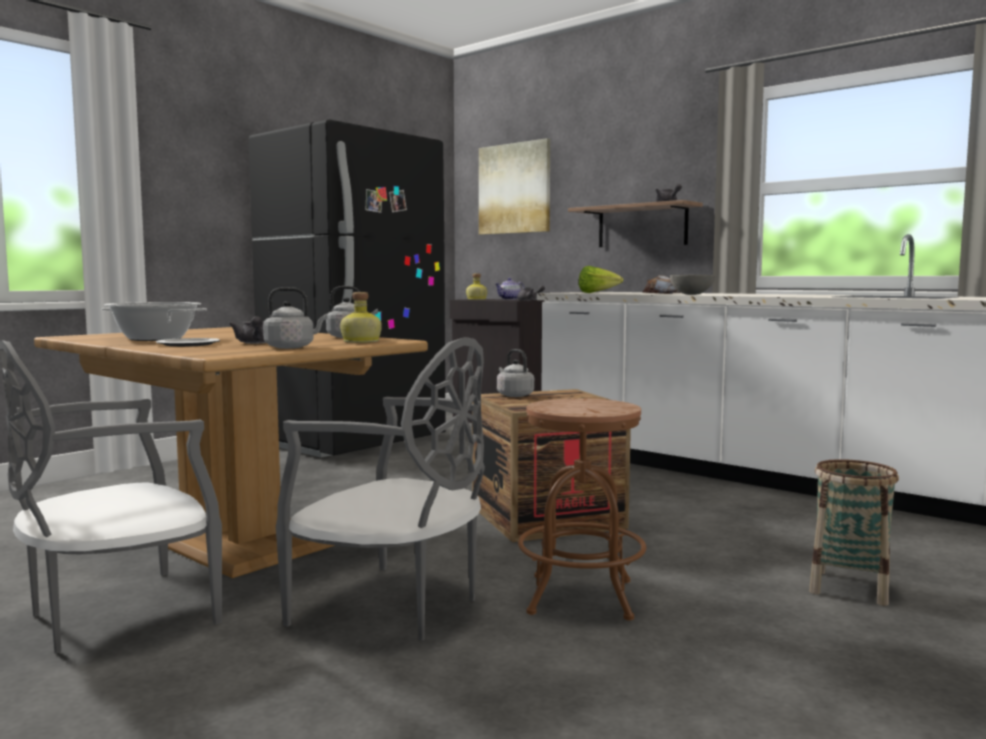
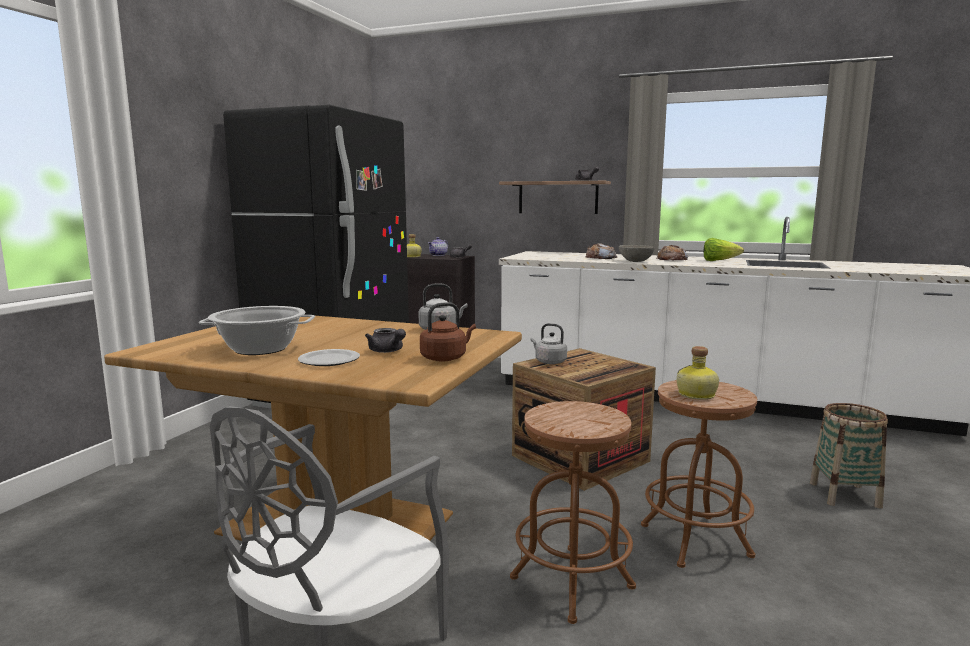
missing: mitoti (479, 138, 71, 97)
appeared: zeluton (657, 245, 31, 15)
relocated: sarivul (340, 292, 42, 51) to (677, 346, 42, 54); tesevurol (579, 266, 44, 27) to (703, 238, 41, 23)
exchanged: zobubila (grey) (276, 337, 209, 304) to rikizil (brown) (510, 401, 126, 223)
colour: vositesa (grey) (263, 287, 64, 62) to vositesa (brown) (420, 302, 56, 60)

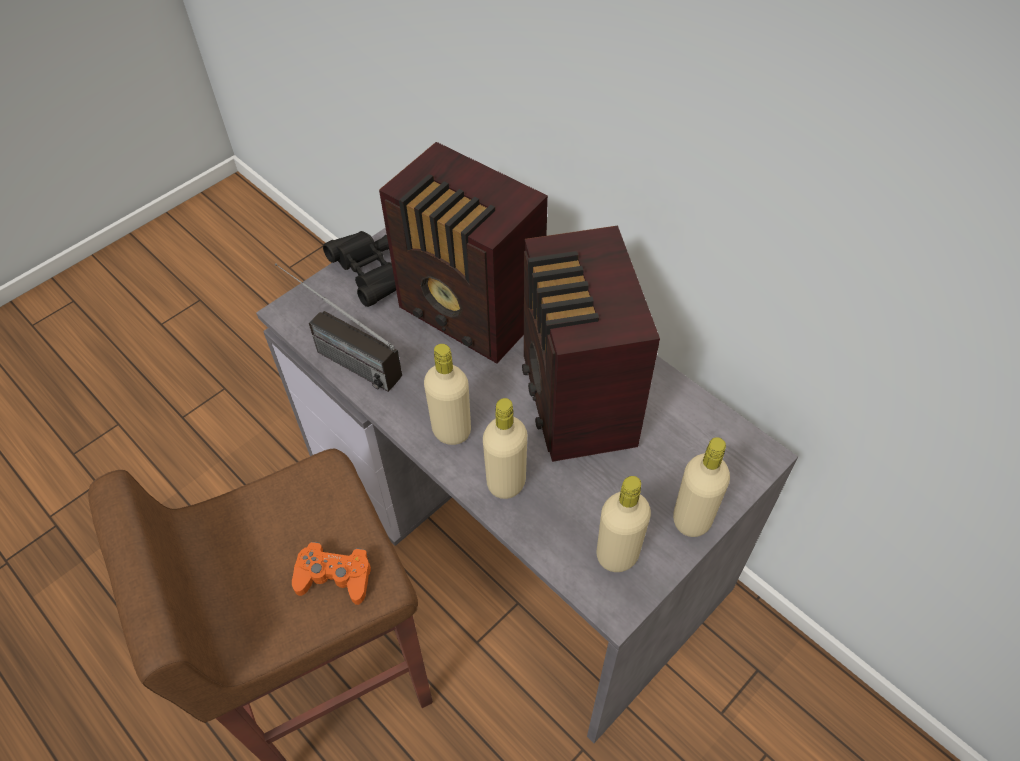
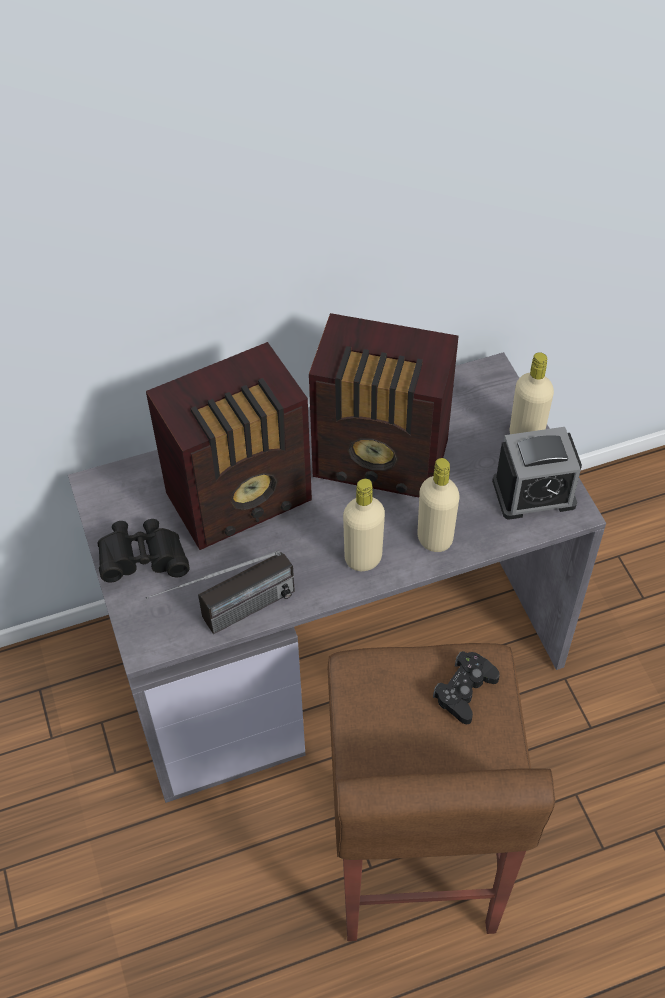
exchanged: sarivul (beige) (596, 476, 55, 96) to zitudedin (492, 427, 90, 93)
colour: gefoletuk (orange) (292, 542, 79, 63) to gefoletuk (black) (433, 651, 67, 74)

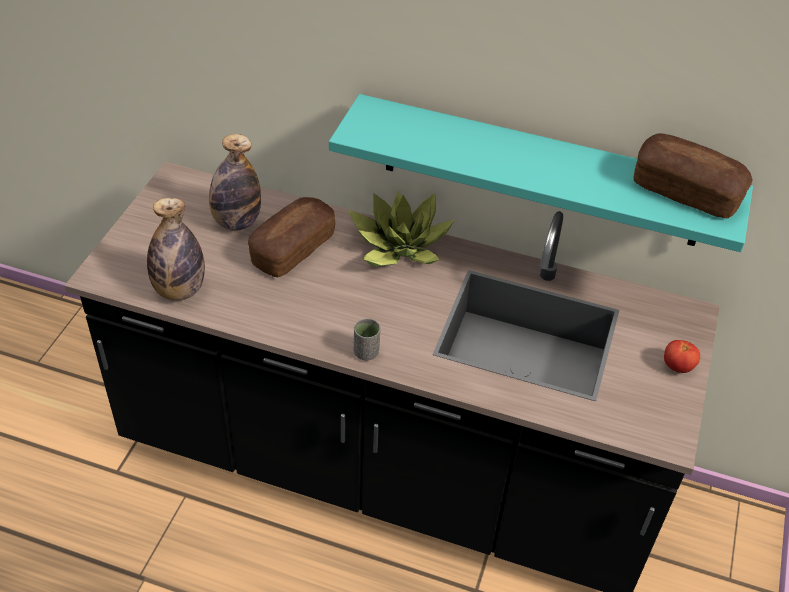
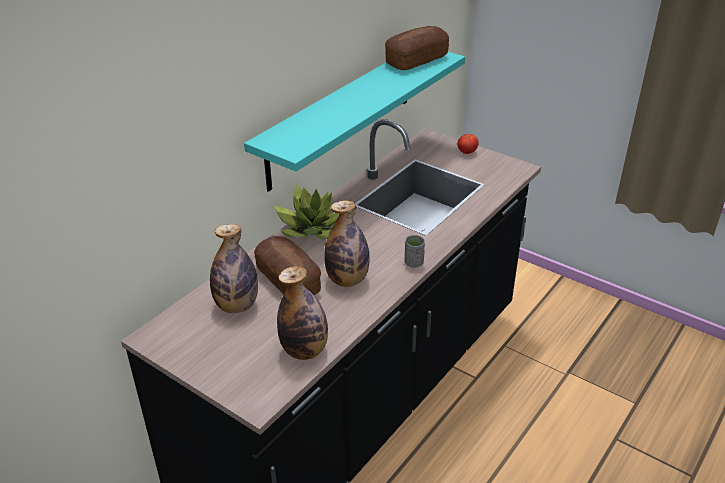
appeared: sarivul (324, 200, 46, 87)

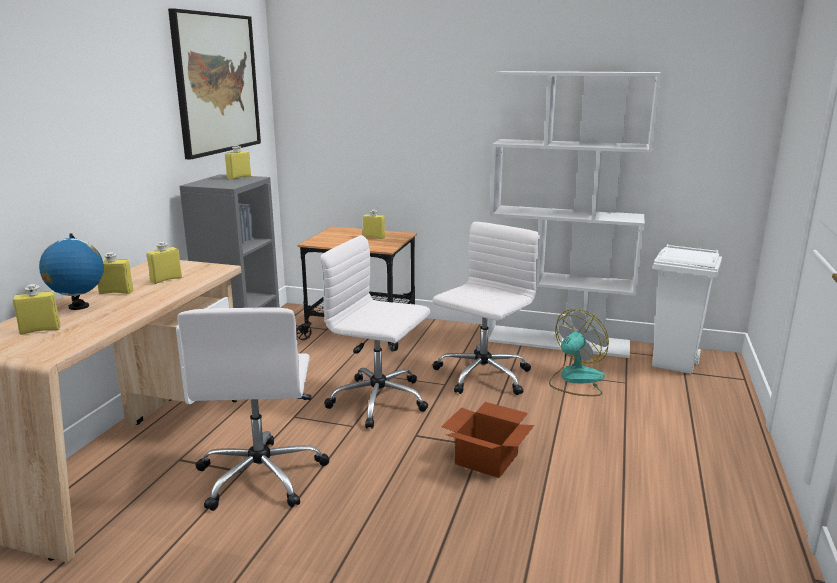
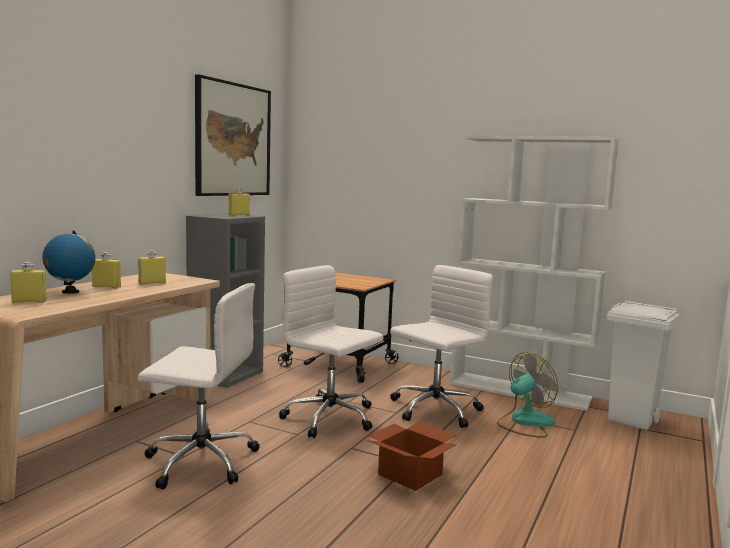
missing: sarivul (yellow) (363, 210, 22, 29)
spun: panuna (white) (177, 308, 152, 203) = (138, 283, 122, 207) 90 degrees counterclockwise

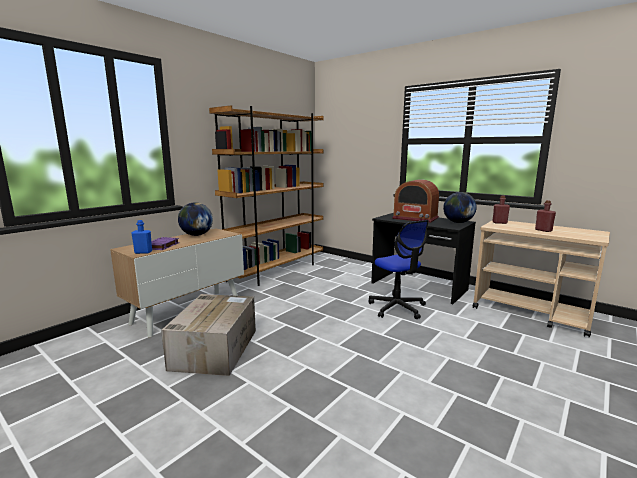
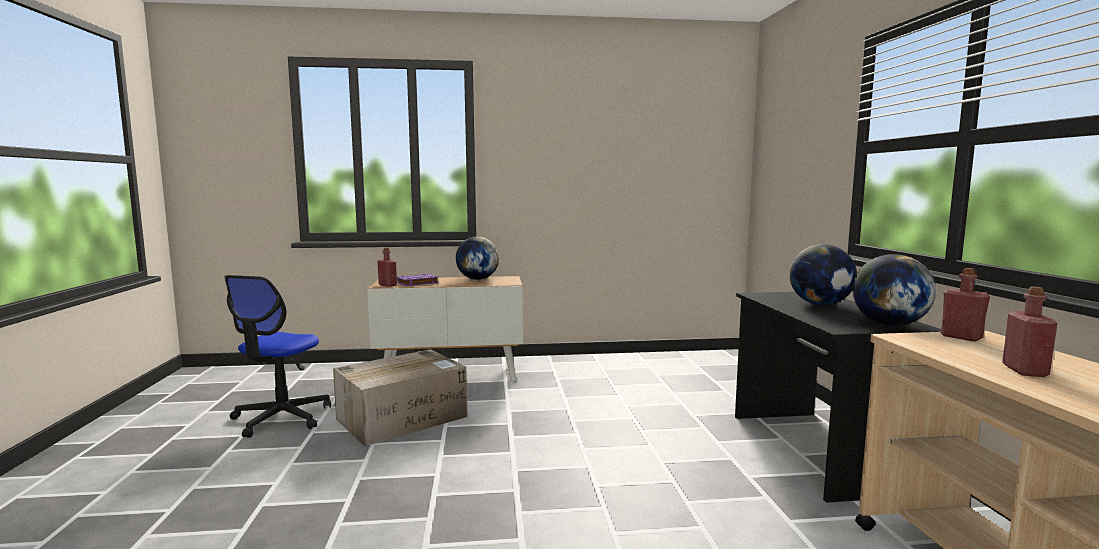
missing: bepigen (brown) (209, 105, 115, 181)
relocated: panuna (369, 220, 60, 99) to (225, 275, 106, 163)
exchanged: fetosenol (392, 179, 47, 44) to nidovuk (789, 244, 68, 61)
colour: sarivul (blue) (131, 220, 21, 34) to sarivul (red) (377, 247, 20, 40)

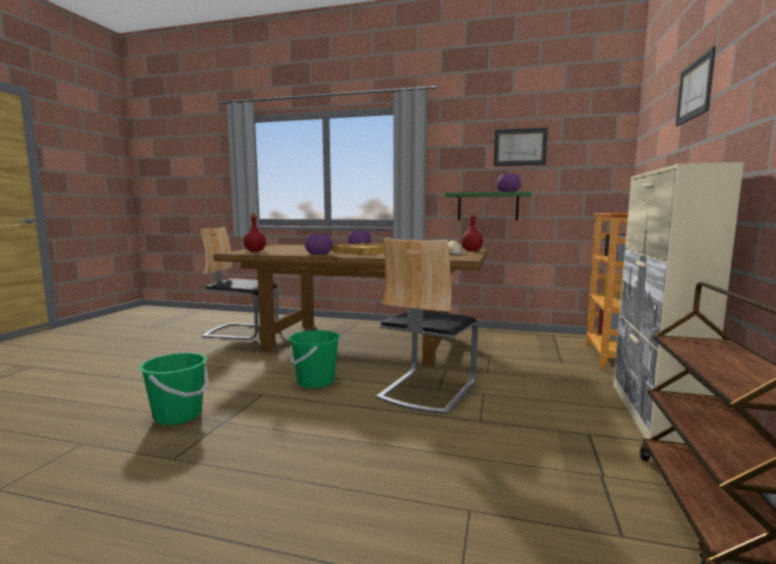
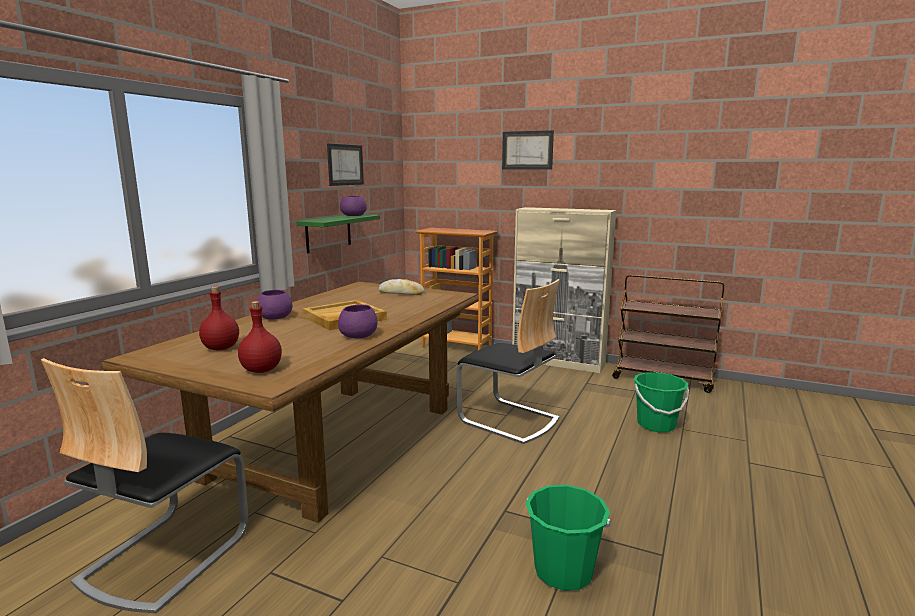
relocated: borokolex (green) (289, 330, 51, 59) to (634, 372, 55, 60); sarivul (red) (461, 213, 22, 38) to (199, 286, 40, 64)

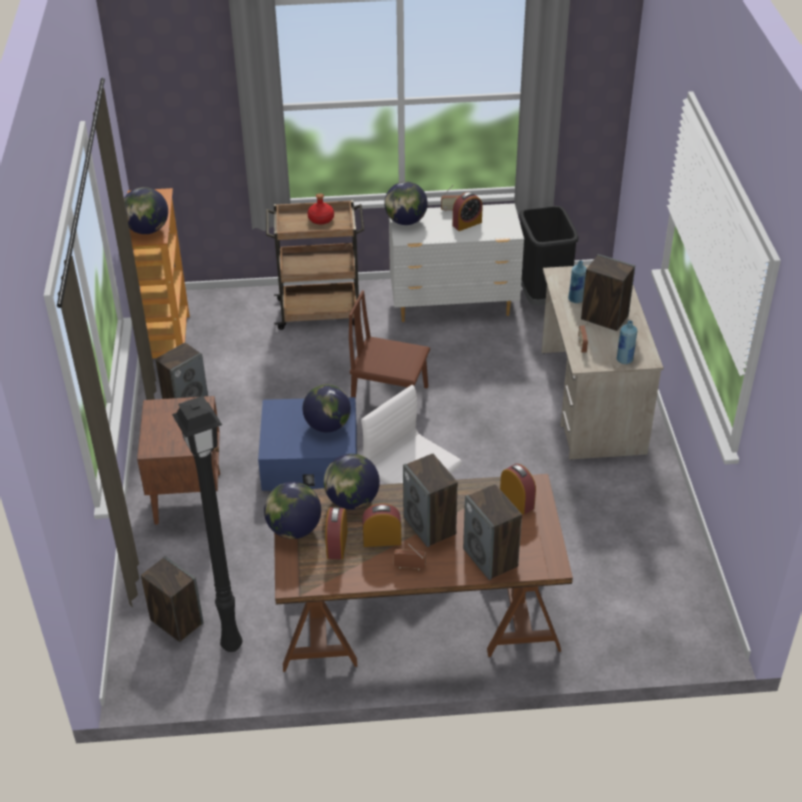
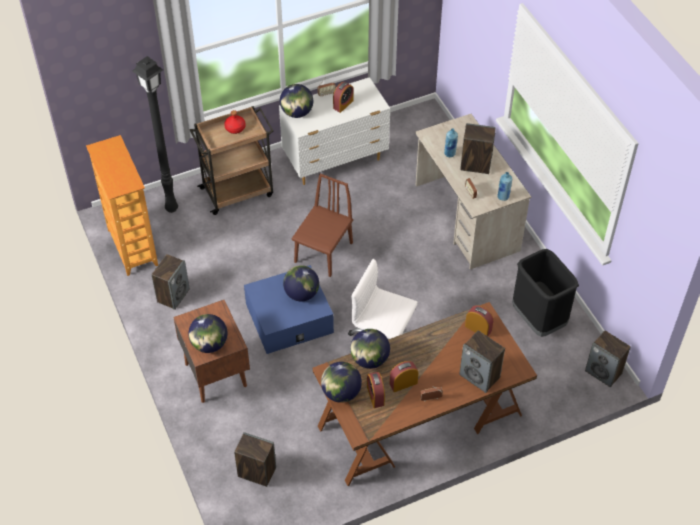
relocated: nidovuk (124, 187, 44, 47) to (188, 314, 40, 39); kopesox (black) (172, 396, 70, 256) to (132, 56, 46, 157); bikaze (403, 454, 55, 93) to (585, 330, 46, 57); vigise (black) (519, 206, 60, 100) to (512, 249, 67, 88)
spun: zobubila (brown) (349, 291, 81, 109) = (292, 173, 61, 104) 120 degrees clockwise

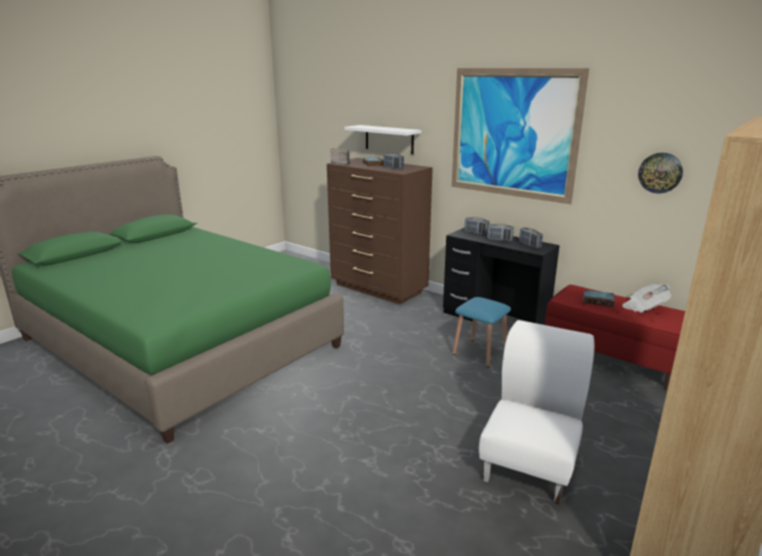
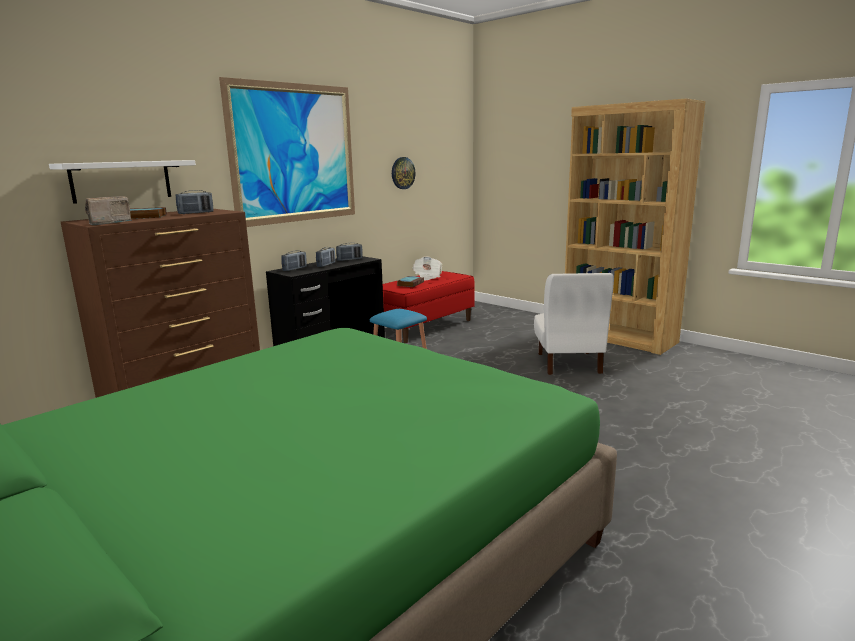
spun: zobubila (white) (479, 320, 115, 184) = (534, 273, 80, 102) 120 degrees counterclockwise

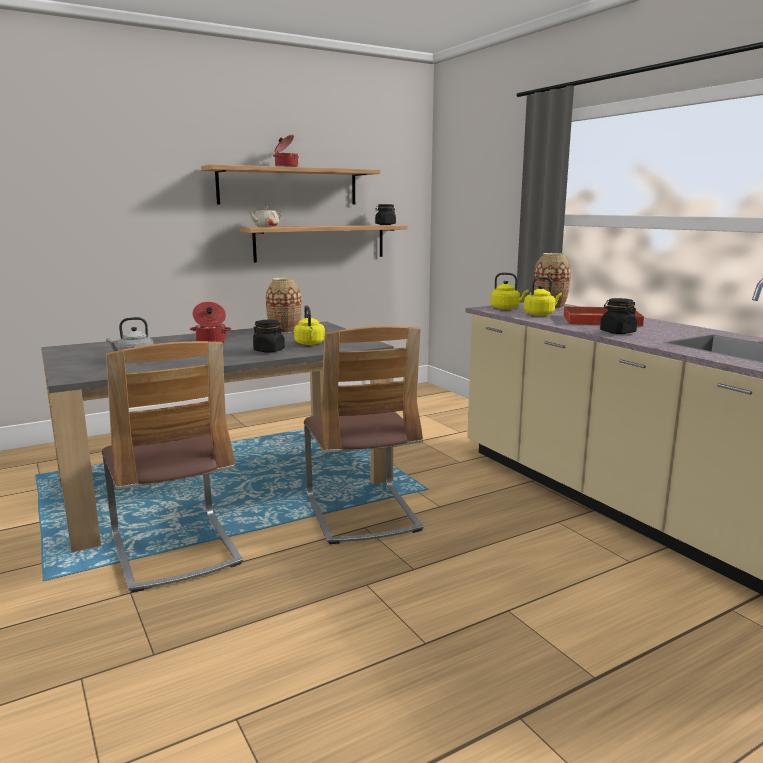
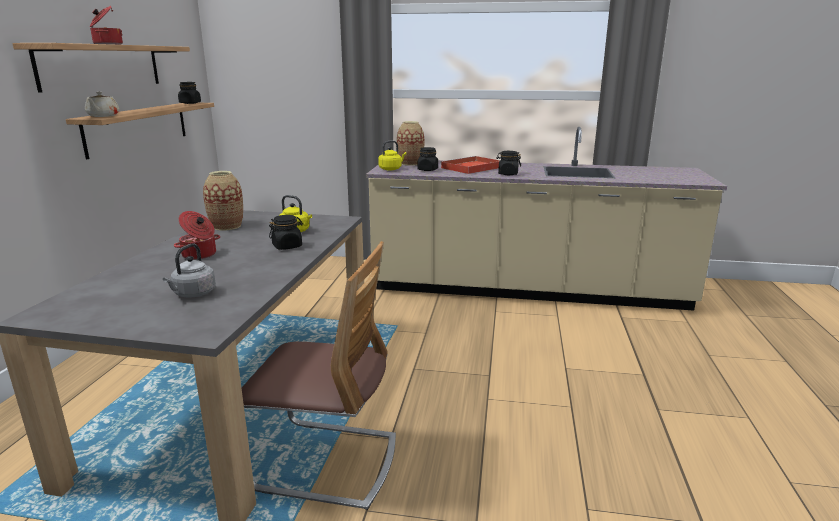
missing: zobubila (304, 326, 120, 218)
exchanged: vositesa (yellow) (524, 277, 38, 39) to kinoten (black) (417, 147, 21, 24)

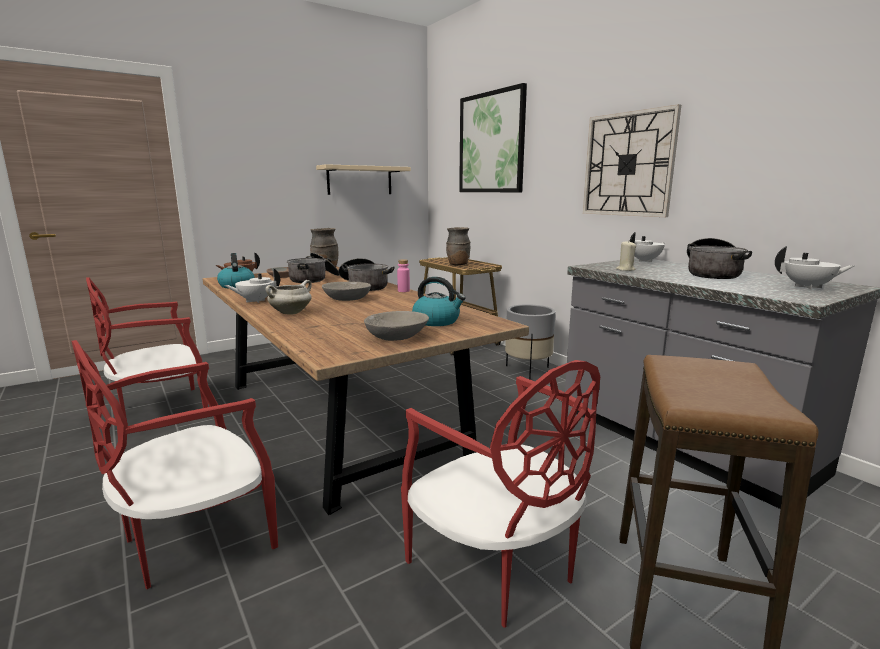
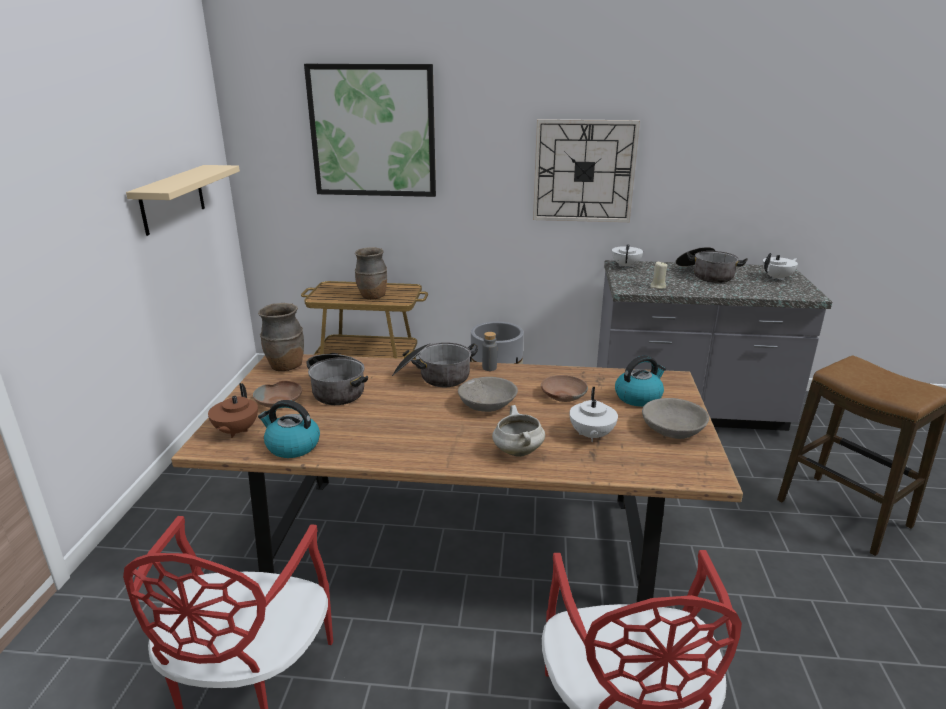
missing: zobubila (red) (401, 360, 199, 268)
appeared: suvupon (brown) (541, 375, 47, 27)
relocated: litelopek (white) (224, 268, 56, 35) to (569, 387, 49, 55)
colour: sarivul (pink) (397, 259, 13, 33) to sarivul (grey) (482, 332, 15, 39)

